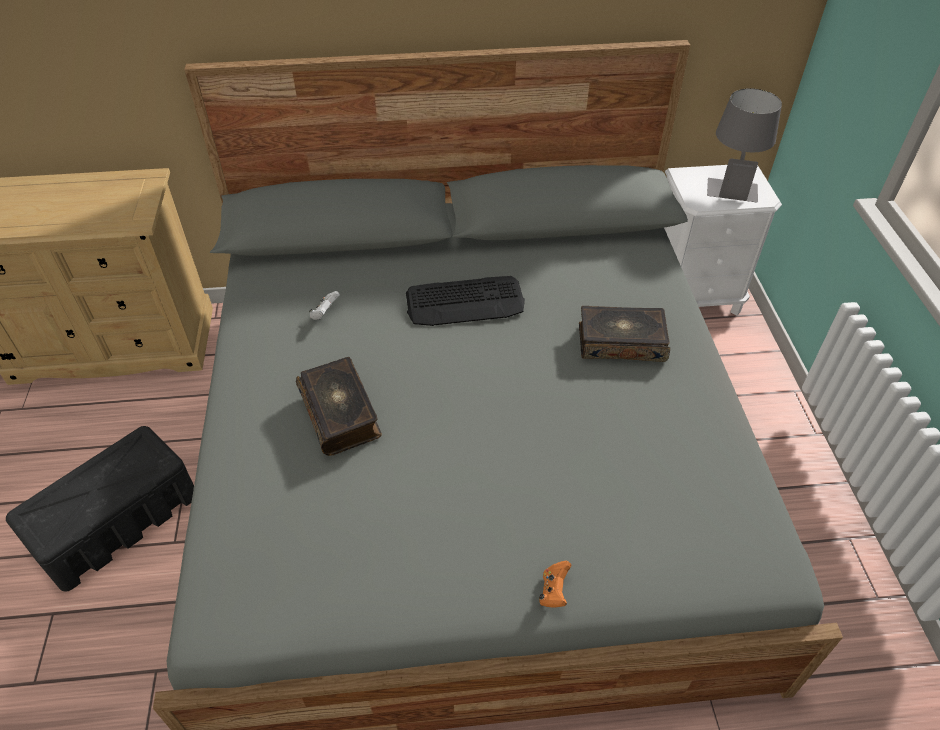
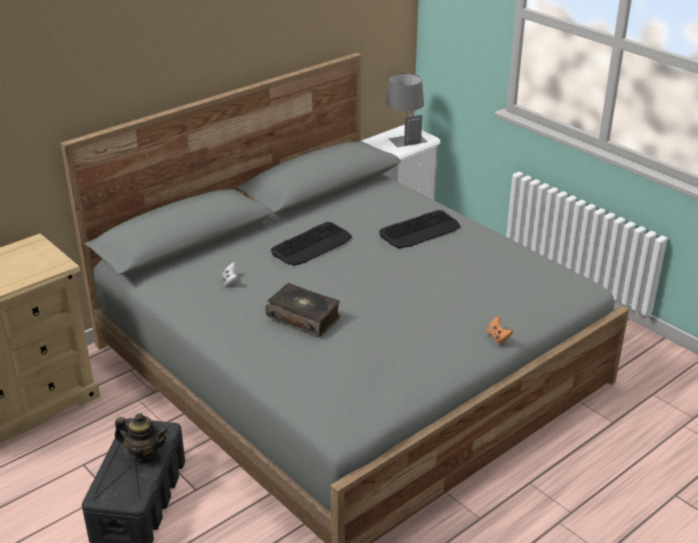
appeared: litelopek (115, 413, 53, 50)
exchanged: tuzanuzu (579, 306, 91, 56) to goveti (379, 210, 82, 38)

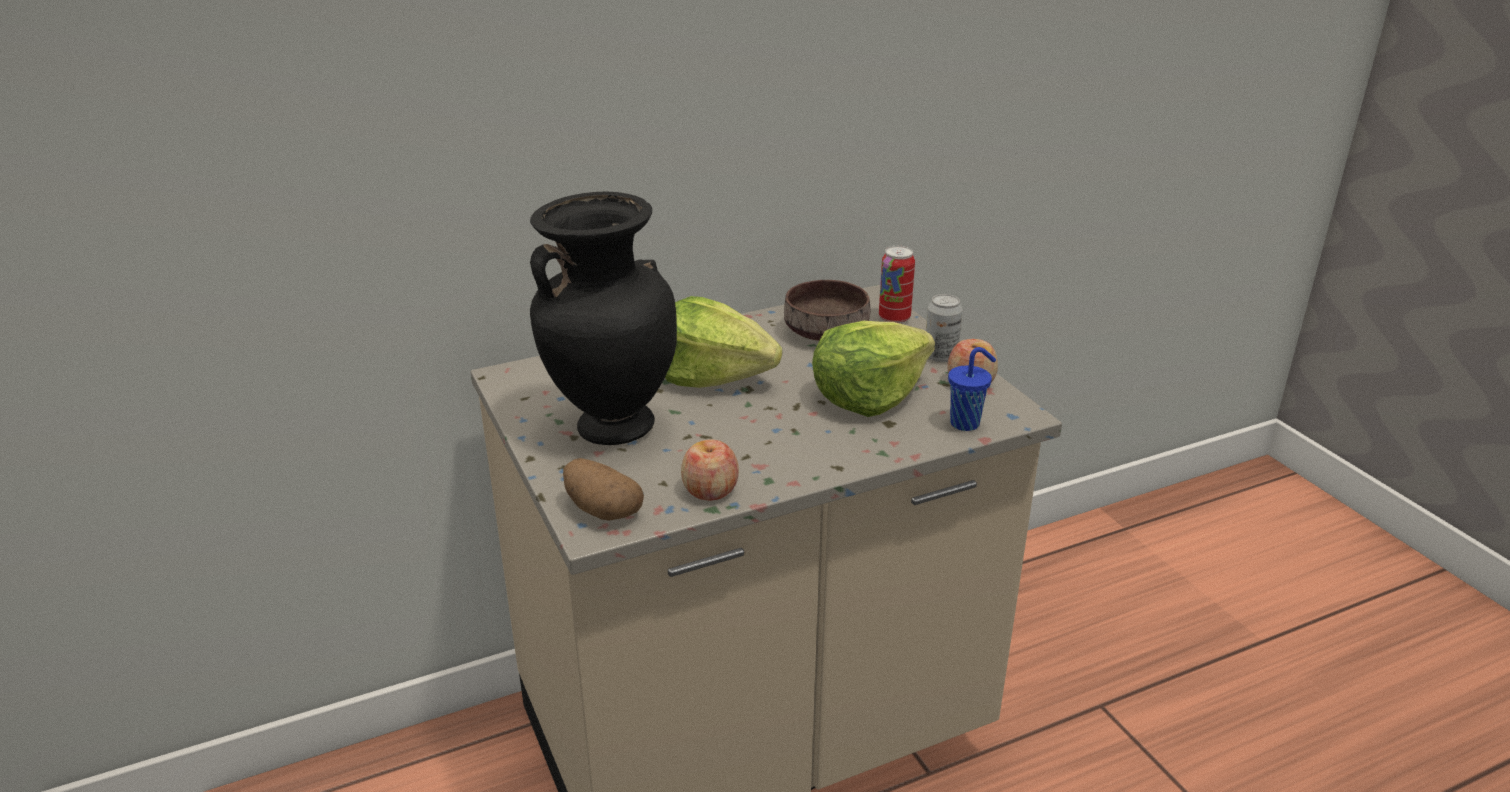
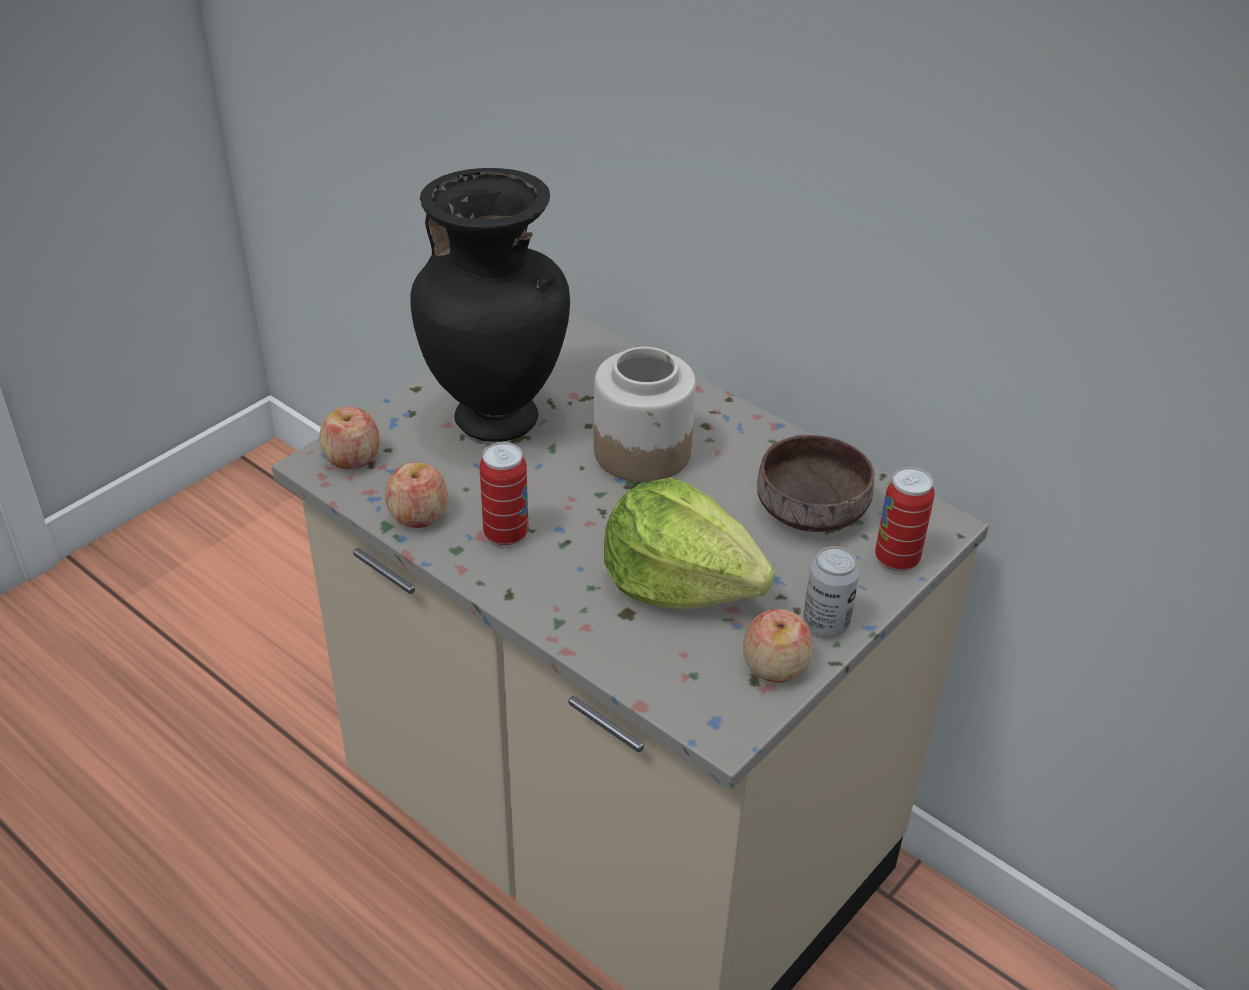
missing: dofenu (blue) (948, 347, 48, 84)
appeared: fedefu (480, 442, 48, 104)
exchanged: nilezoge (563, 458, 81, 62) to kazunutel (319, 406, 61, 63); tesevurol (665, 296, 117, 92) to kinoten (594, 347, 102, 135)

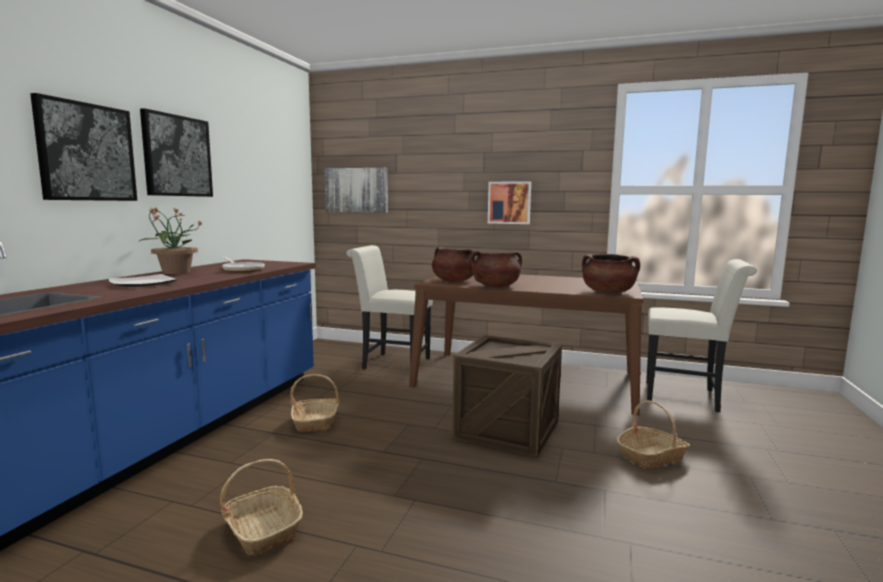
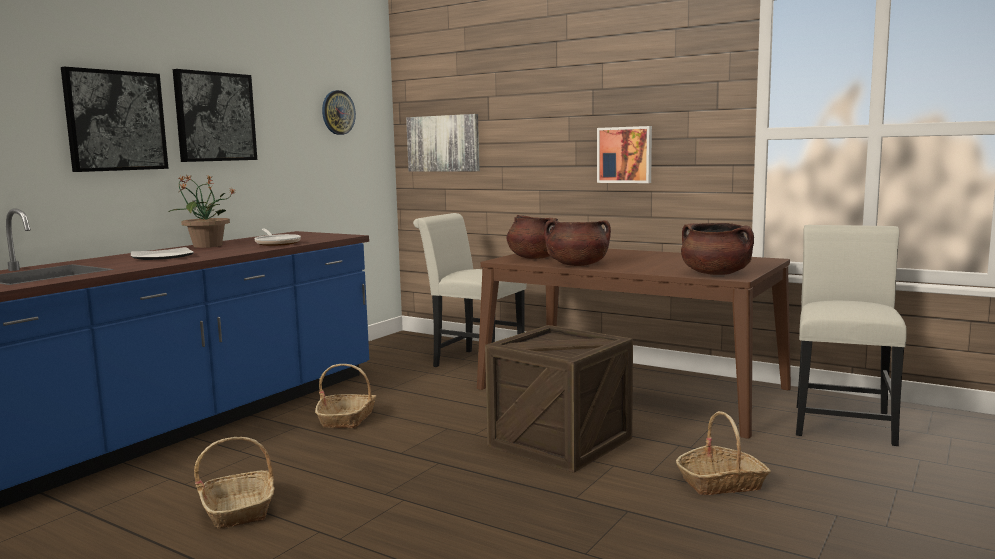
appeared: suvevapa (322, 90, 34, 45)
spun: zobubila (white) (646, 259, 111, 153) = (796, 225, 111, 221) 105 degrees counterclockwise

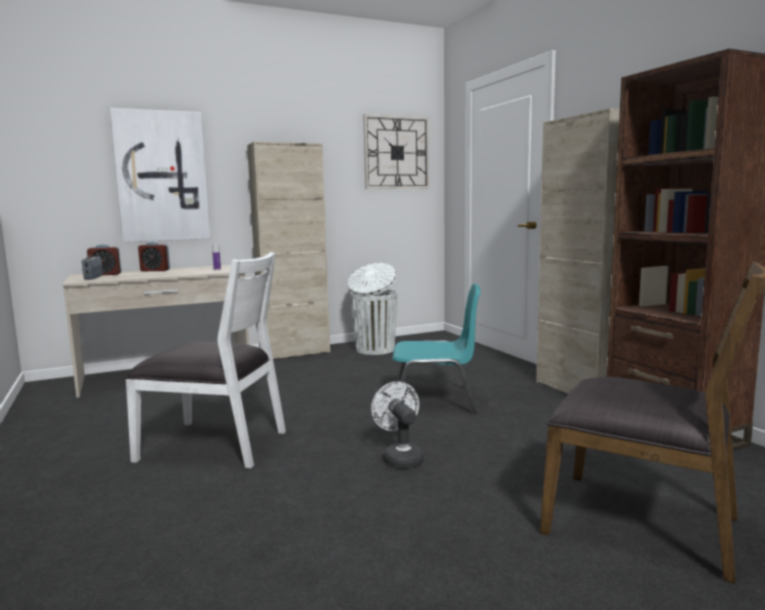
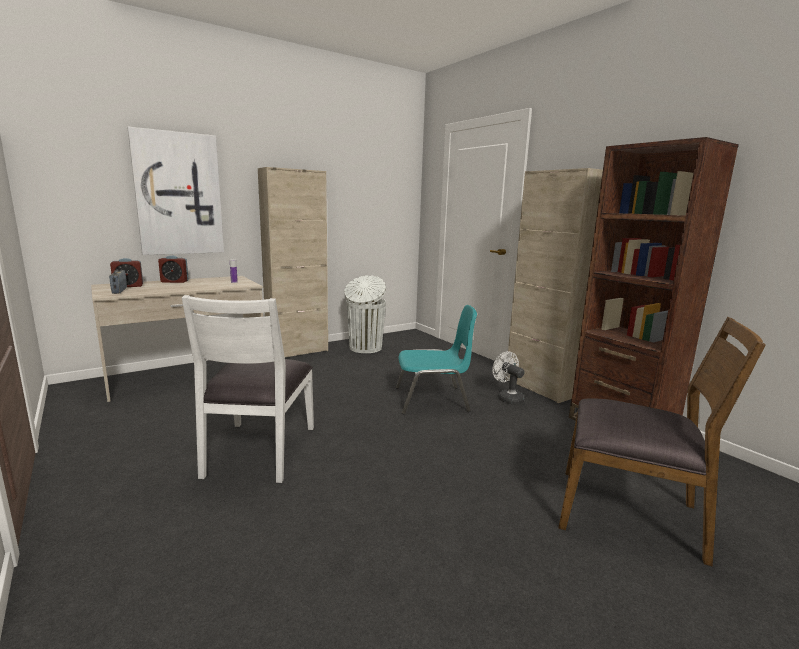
missing: suvevapa (363, 114, 66, 75)
relocated: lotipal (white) (371, 382, 53, 87) to (492, 351, 33, 54)
spun: zobubila (white) (125, 252, 161, 216) = (182, 295, 132, 188) 90 degrees clockwise

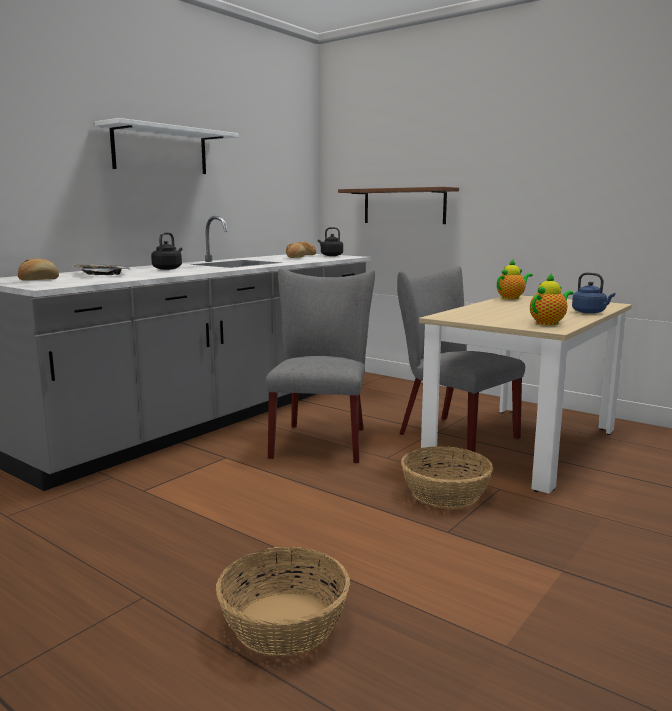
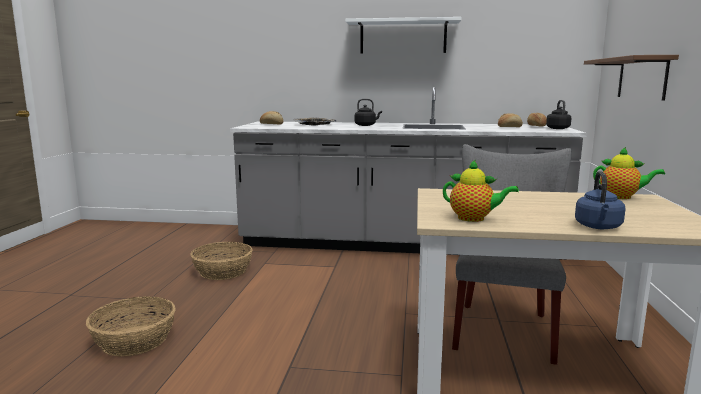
missing: zobubila (grey) (266, 268, 109, 195)
relocated: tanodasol (401, 446, 92, 62) to (190, 242, 63, 38)

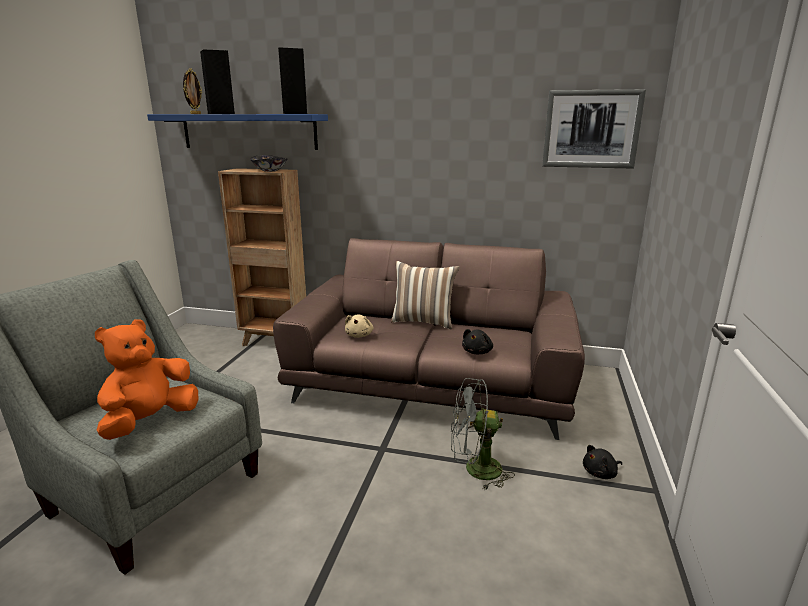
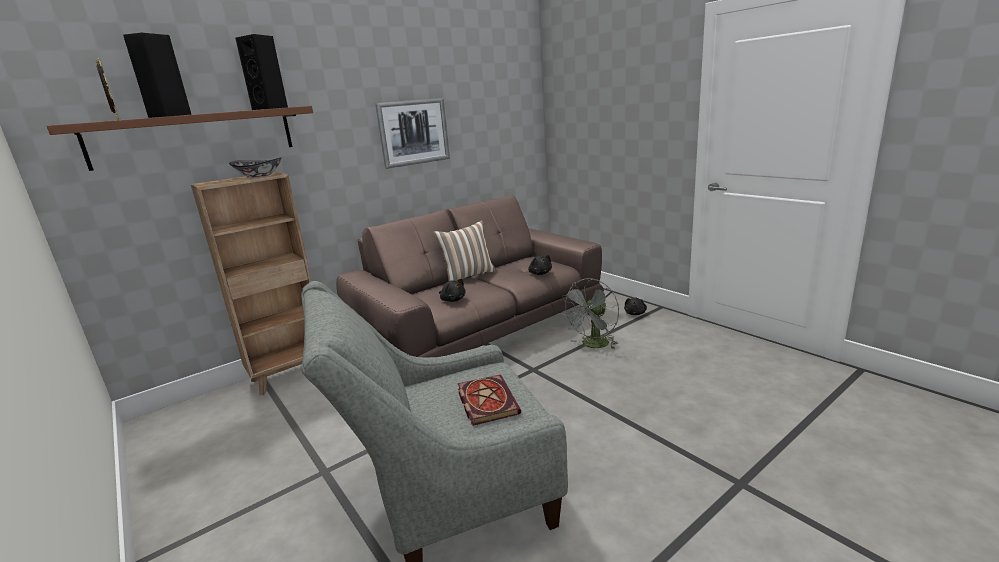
relocated: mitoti (542, 89, 104, 79) to (375, 98, 75, 71)
exchanged: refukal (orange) (95, 319, 104, 121) to tuzanuzu (458, 374, 63, 52)
colour: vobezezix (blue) (147, 114, 181, 36) to vobezezix (brown) (47, 106, 266, 65); refukal (beige) (345, 315, 29, 23) to refukal (black) (439, 279, 27, 23)

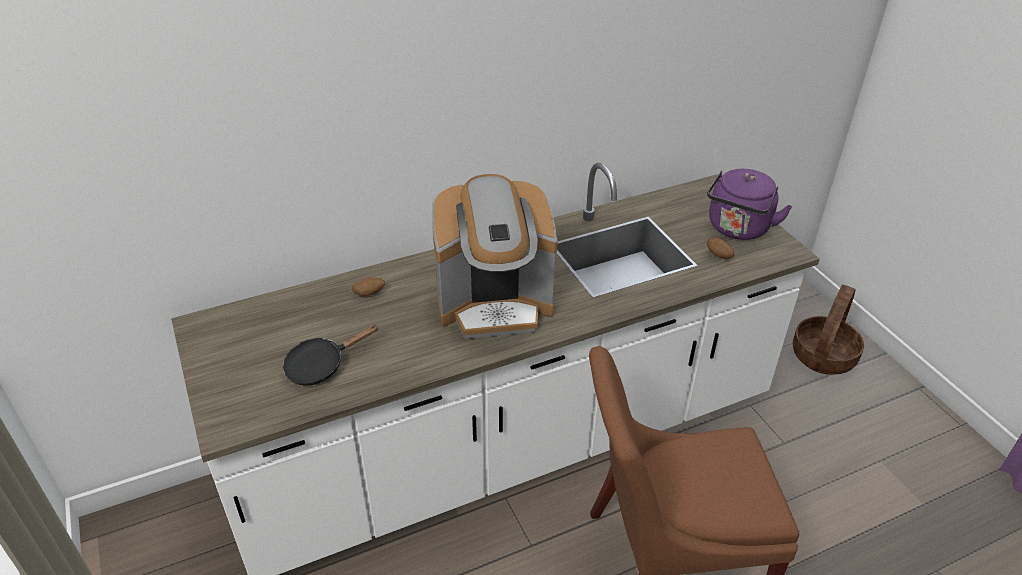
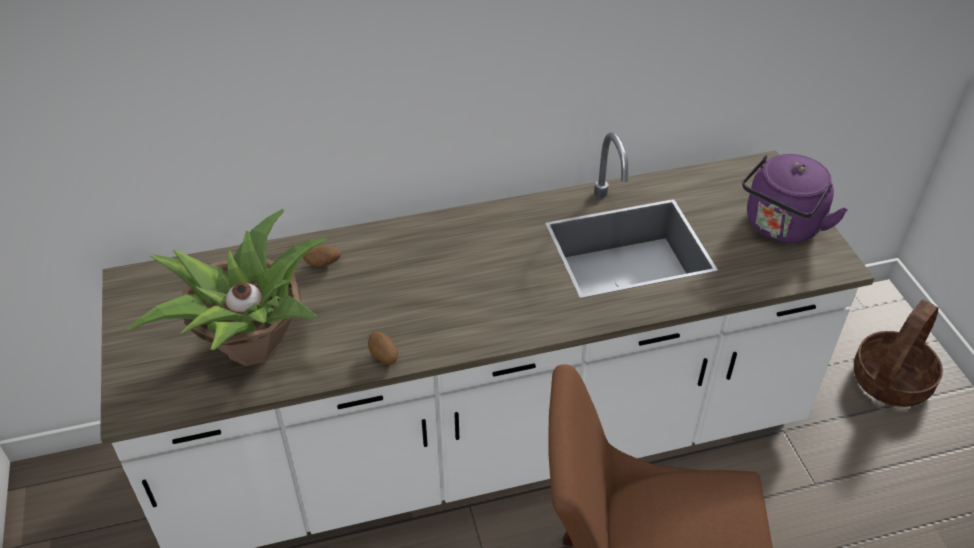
missing: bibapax (432, 174, 125, 165)
relocated: nilezoge (707, 238, 27, 22) to (368, 332, 30, 33)
exchanged: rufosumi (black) (282, 325, 97, 61) to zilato (126, 209, 201, 157)

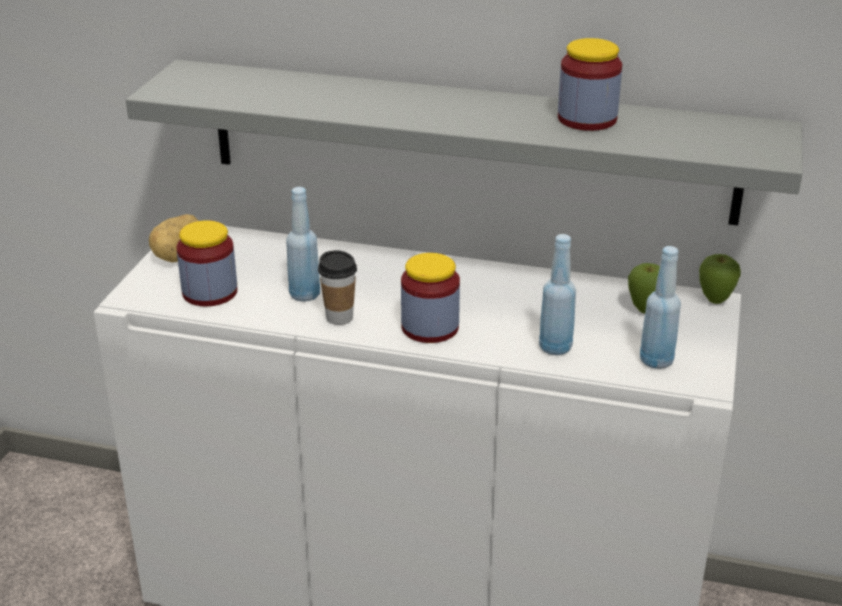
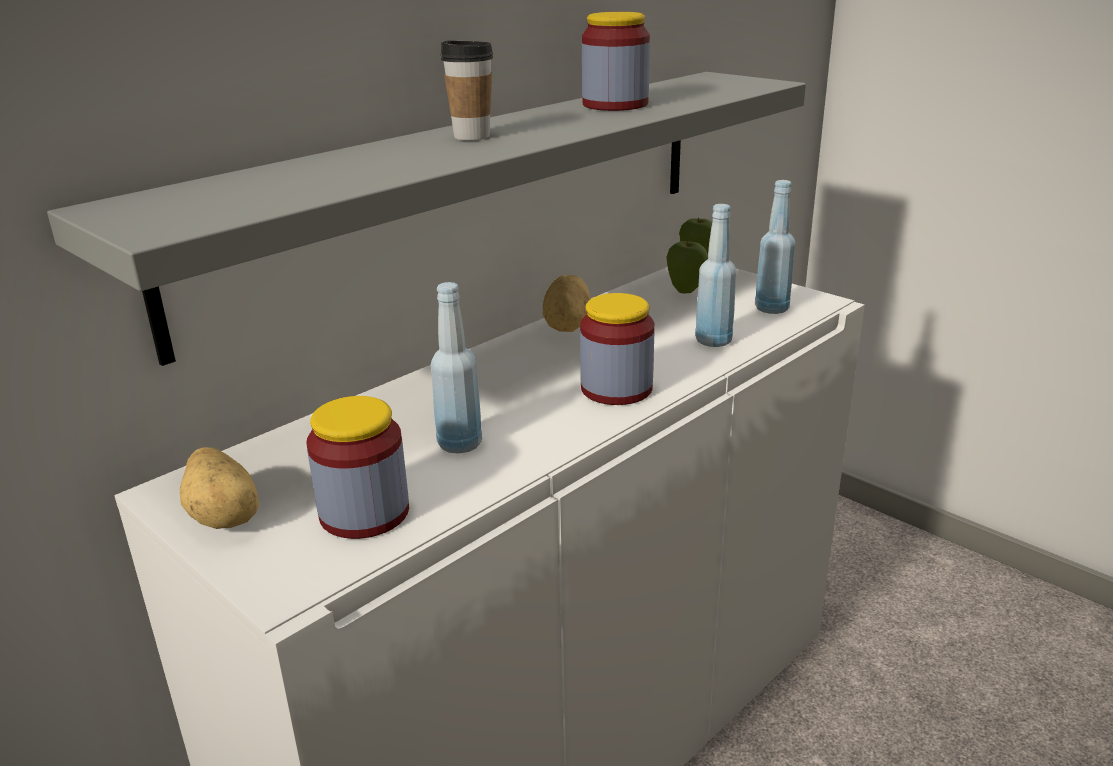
appeared: nilezoge (543, 275, 48, 57)
relocated: dofenu (318, 250, 39, 75) to (440, 40, 53, 101)

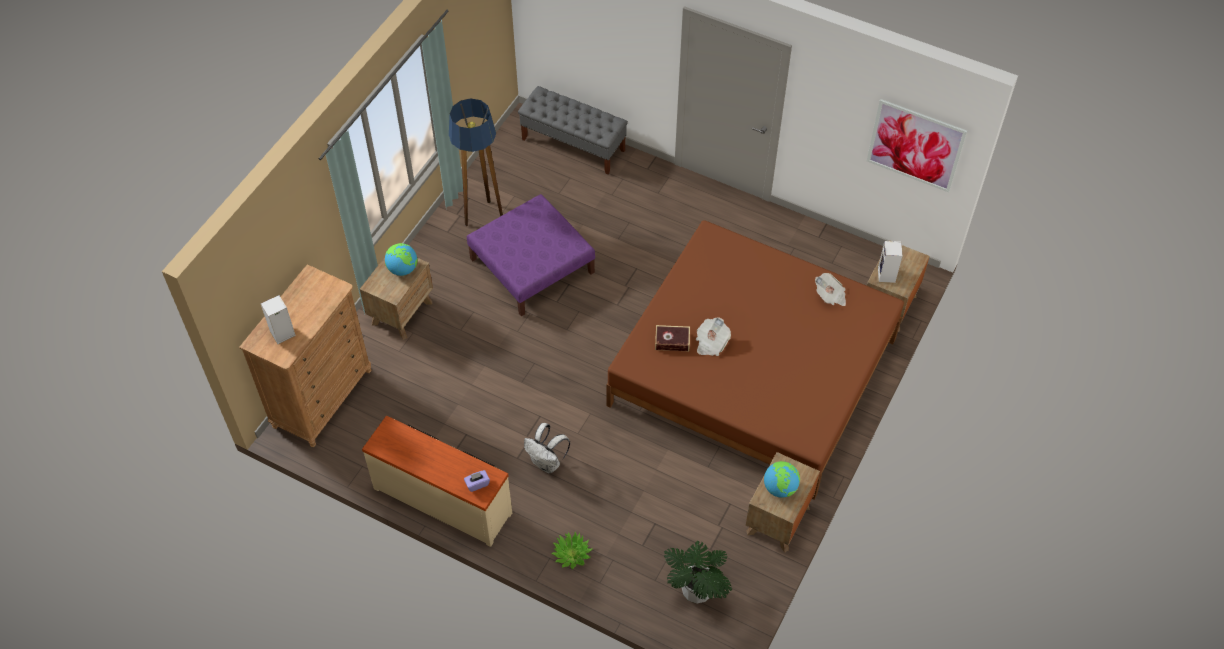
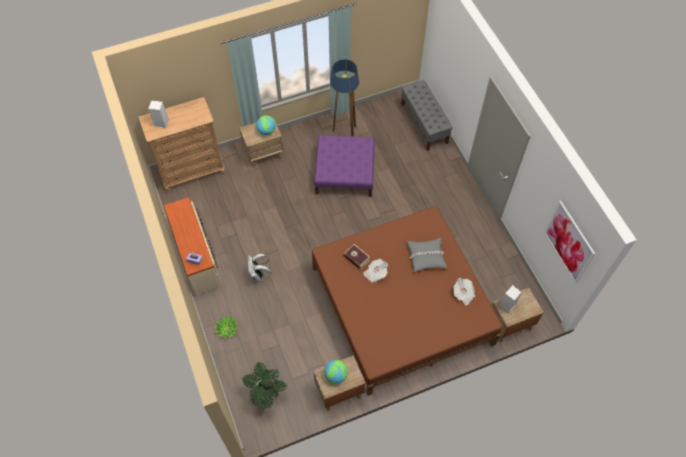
appeared: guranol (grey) (407, 238, 40, 34)

